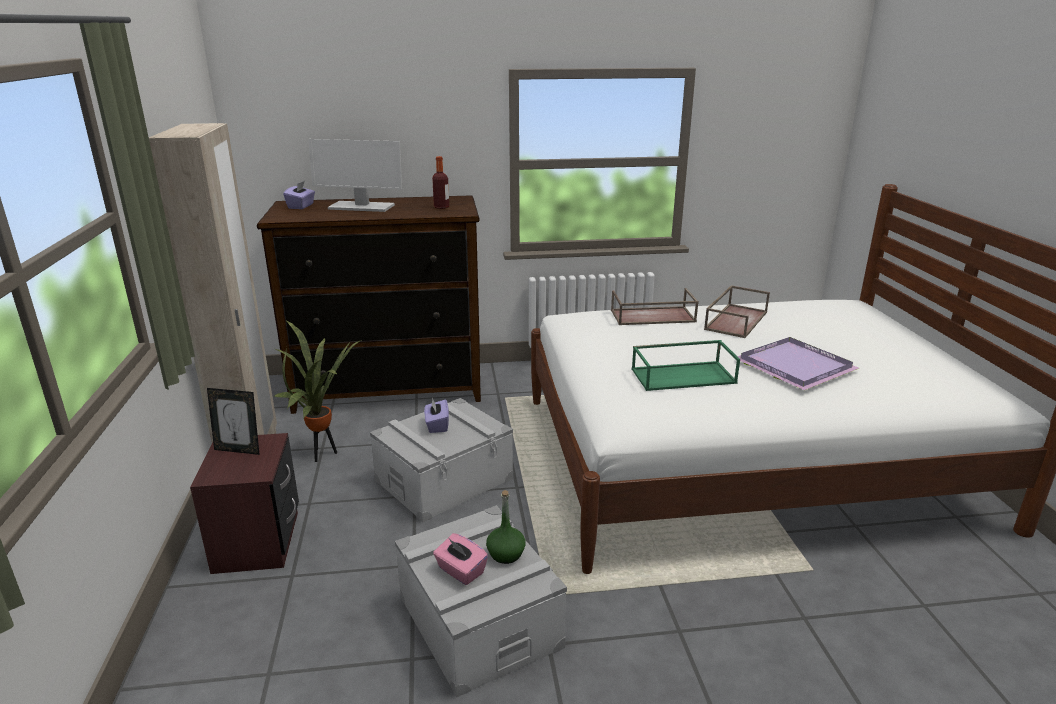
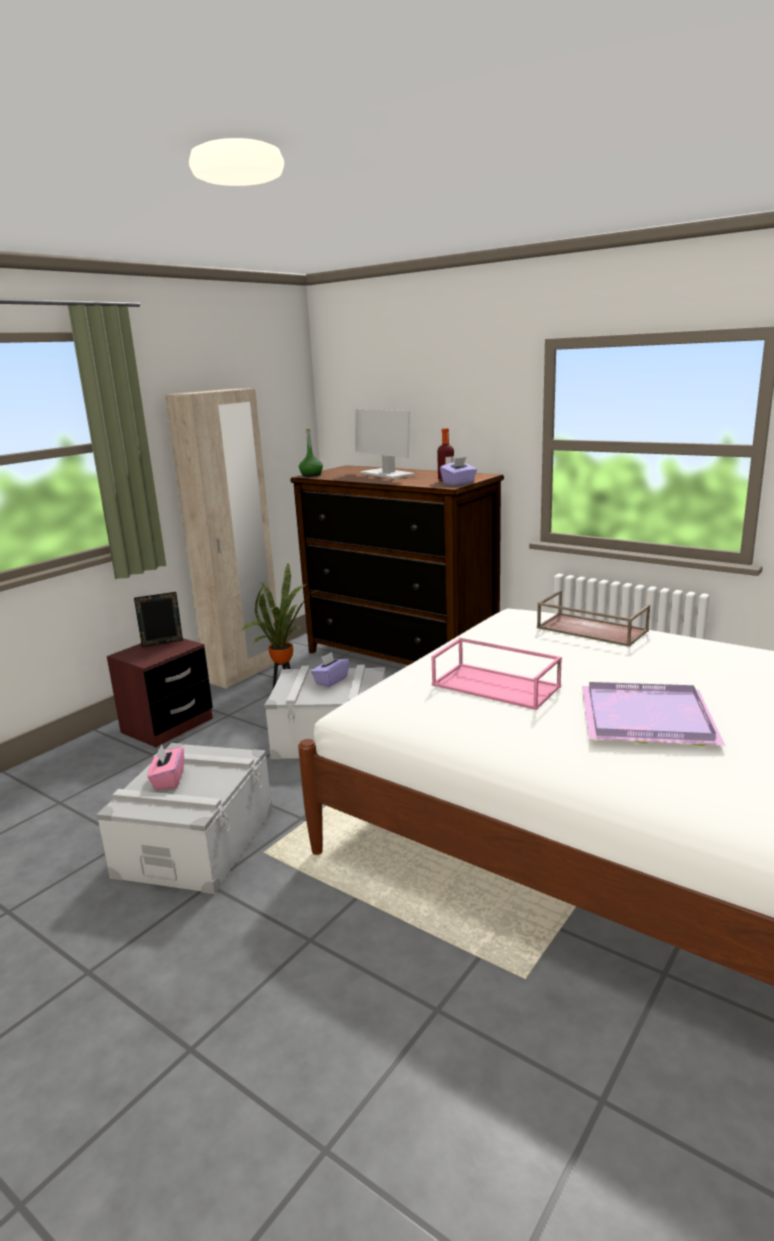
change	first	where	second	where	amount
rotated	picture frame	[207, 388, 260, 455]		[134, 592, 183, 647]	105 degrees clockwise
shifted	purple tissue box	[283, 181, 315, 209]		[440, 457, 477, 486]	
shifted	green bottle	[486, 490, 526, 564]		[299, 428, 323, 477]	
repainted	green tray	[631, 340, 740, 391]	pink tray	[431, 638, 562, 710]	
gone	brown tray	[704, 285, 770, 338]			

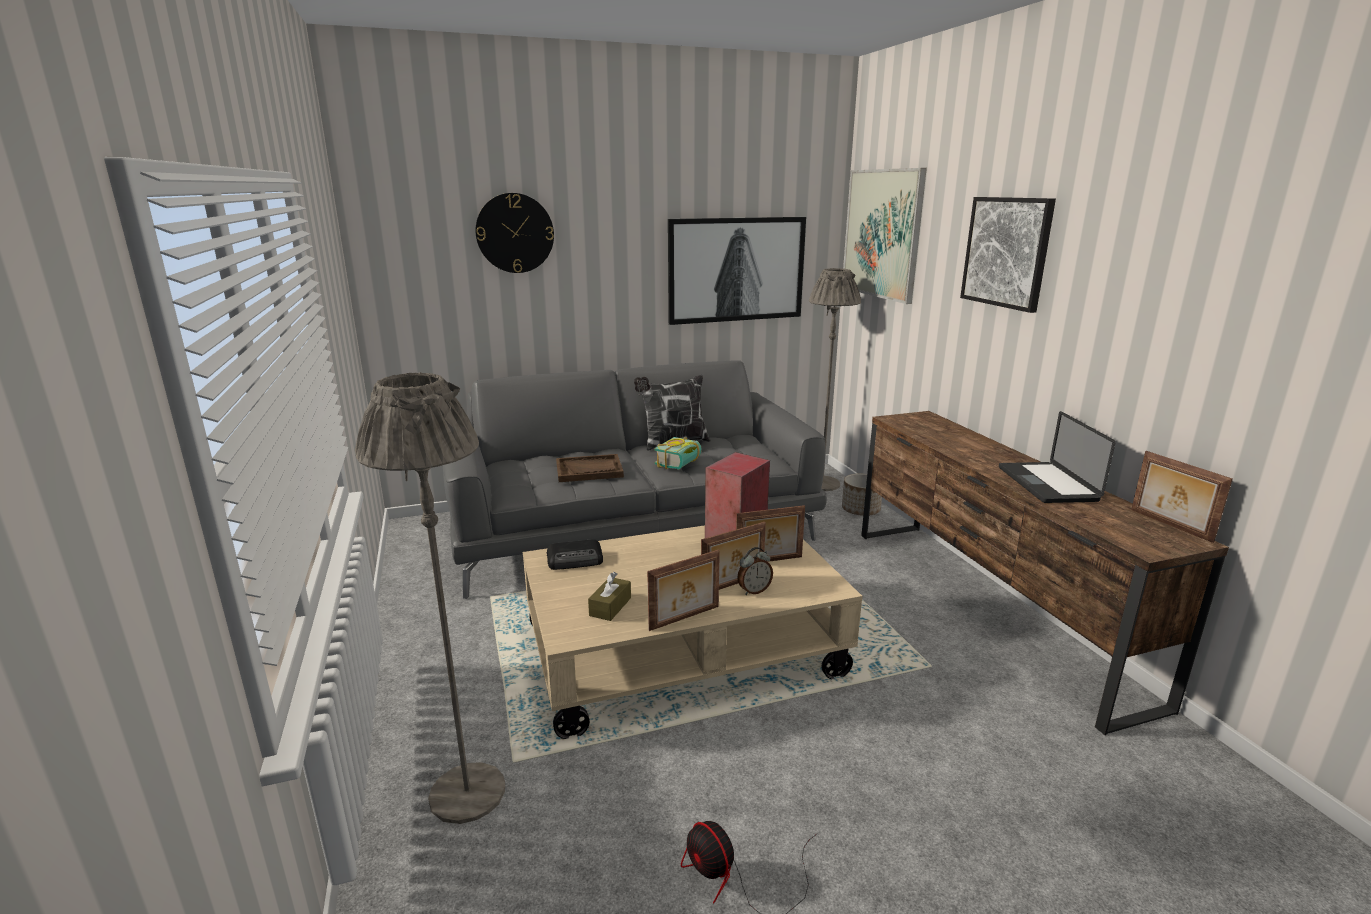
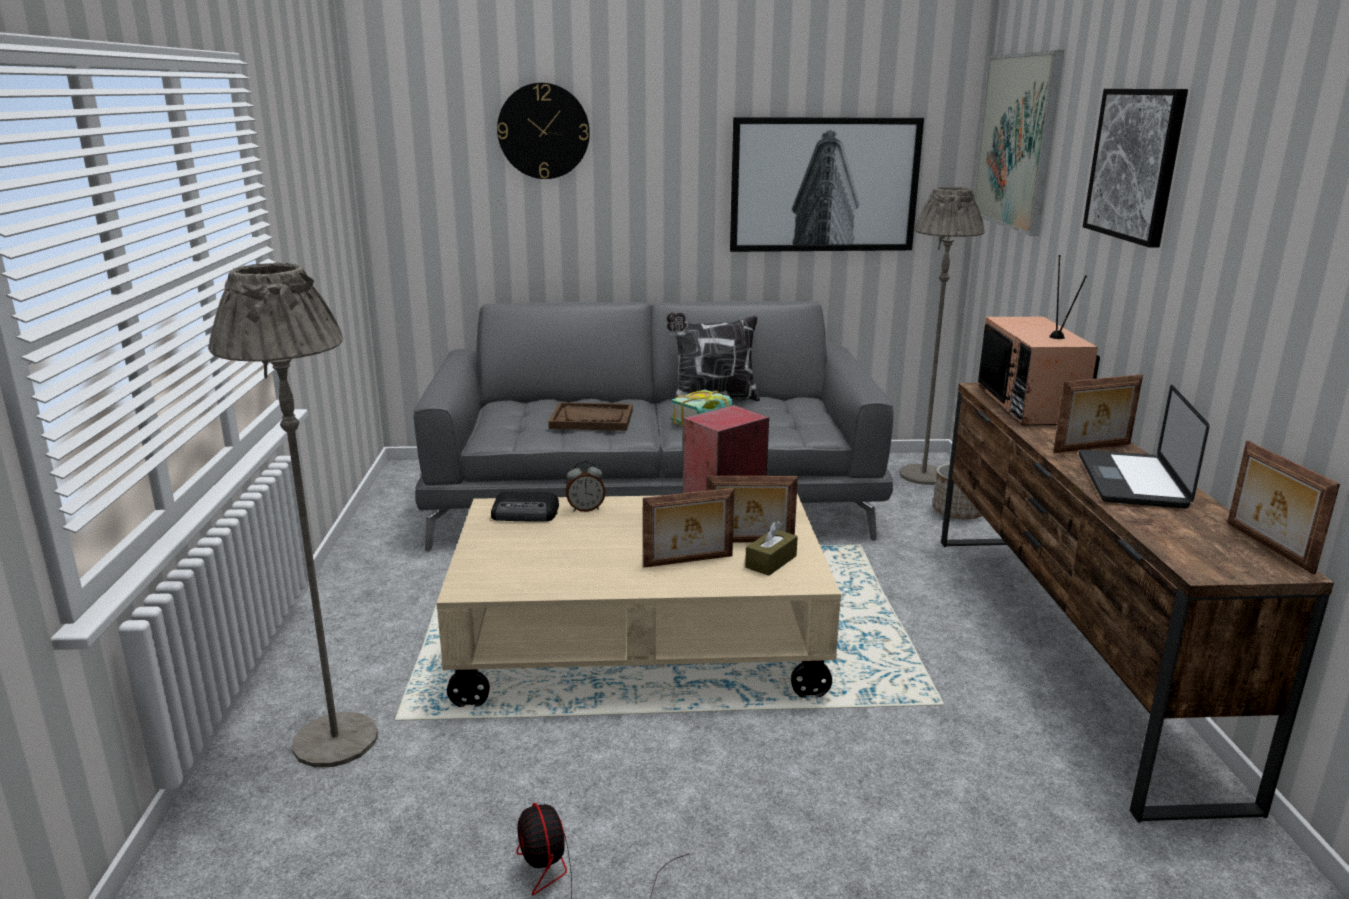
change	first	where	second	where	amount
shifted	brown tissue box	[588, 572, 631, 621]		[745, 521, 798, 576]	
shifted	picture frame	[647, 549, 720, 631]		[1053, 374, 1143, 453]	
shifted	alarm clock	[737, 547, 773, 595]		[565, 460, 605, 512]	
new			television	[978, 255, 1100, 425]	

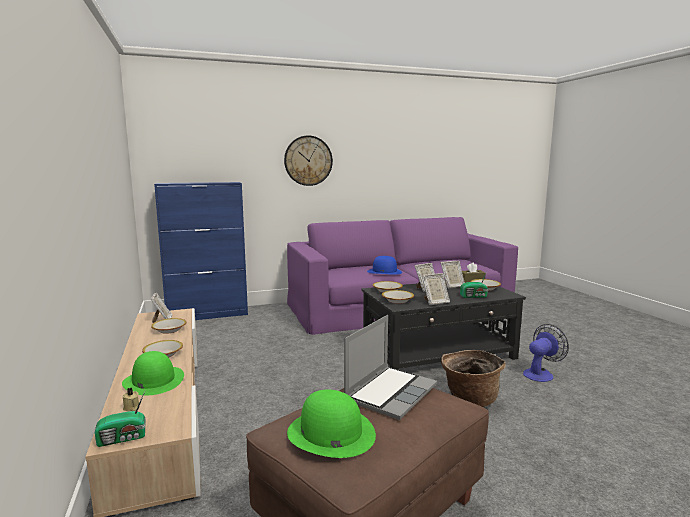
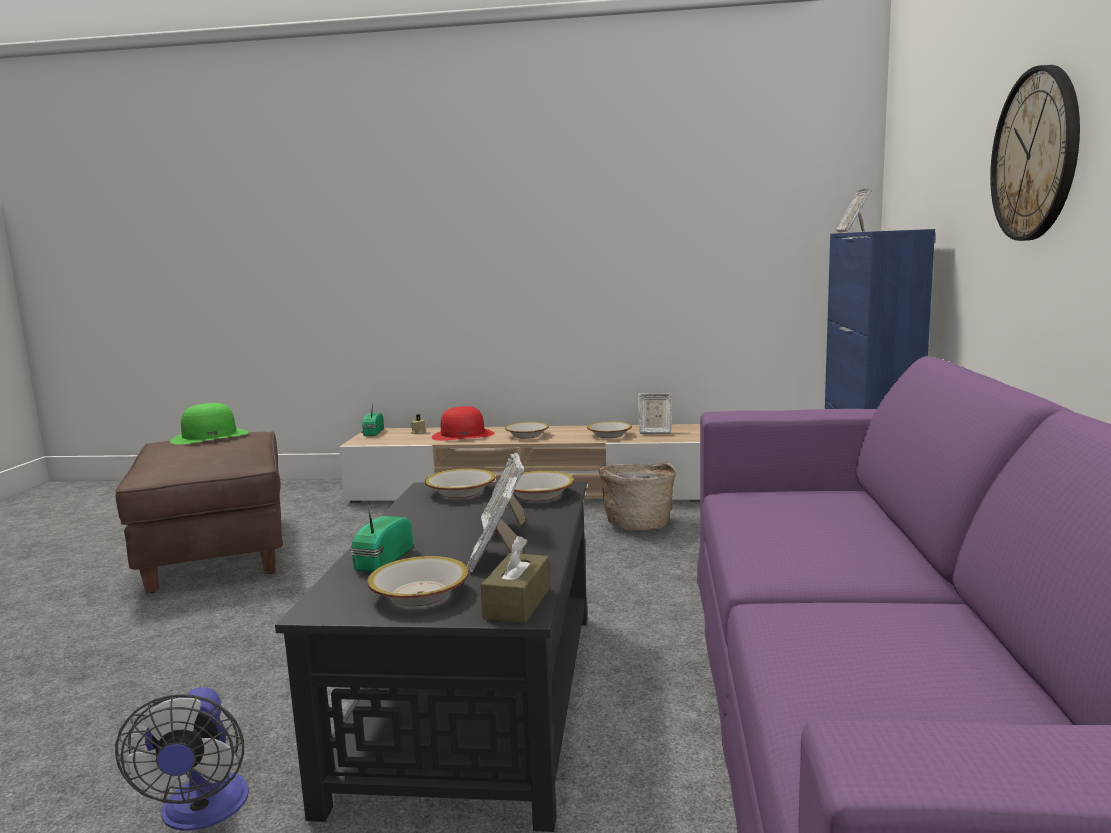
change	first	where	second	where	amount
repainted	green hat	[122, 351, 184, 395]	red hat	[431, 406, 494, 441]	
gone	laptop	[344, 315, 437, 420]			
gone	blue hat	[367, 256, 402, 275]			
shifted	picture frame	[422, 273, 450, 305]		[836, 187, 873, 233]	
shifted	basket	[441, 350, 506, 407]		[599, 463, 676, 531]	

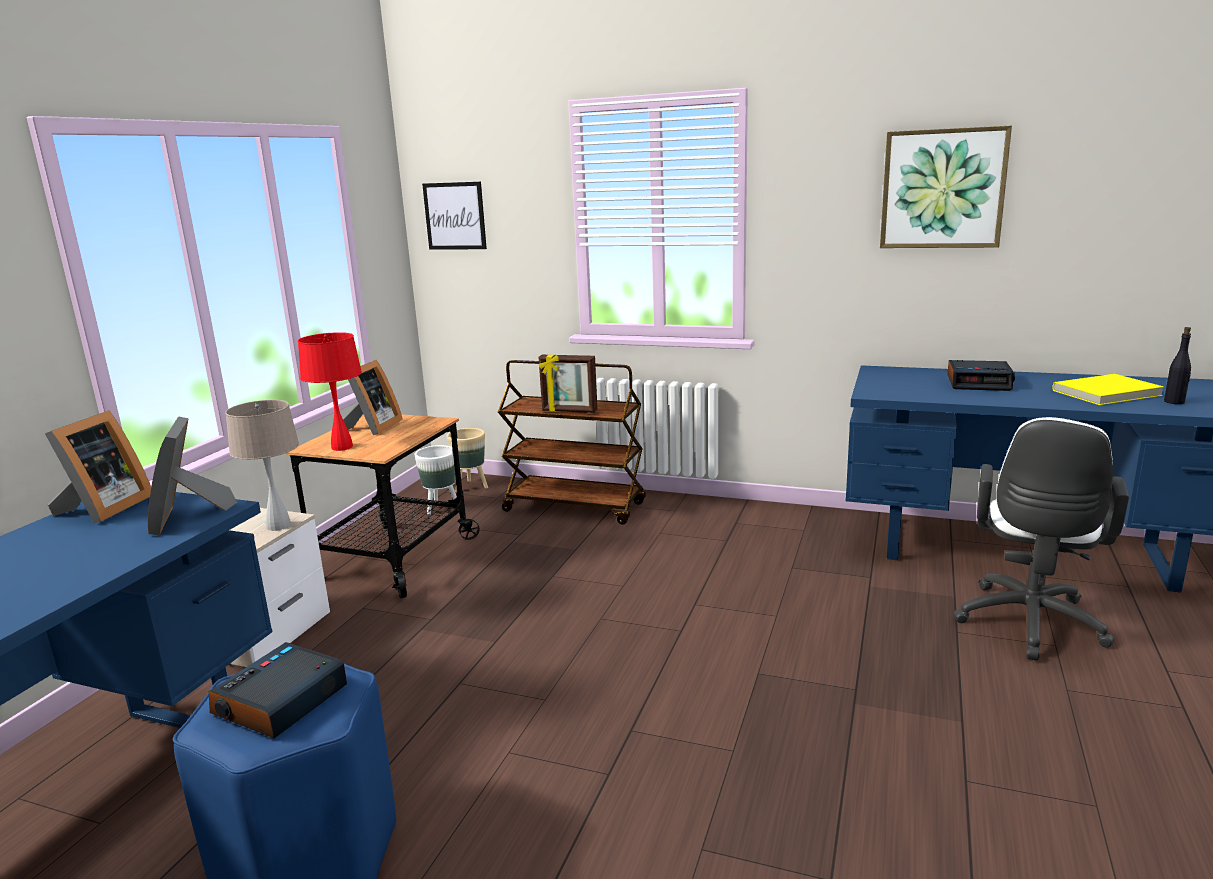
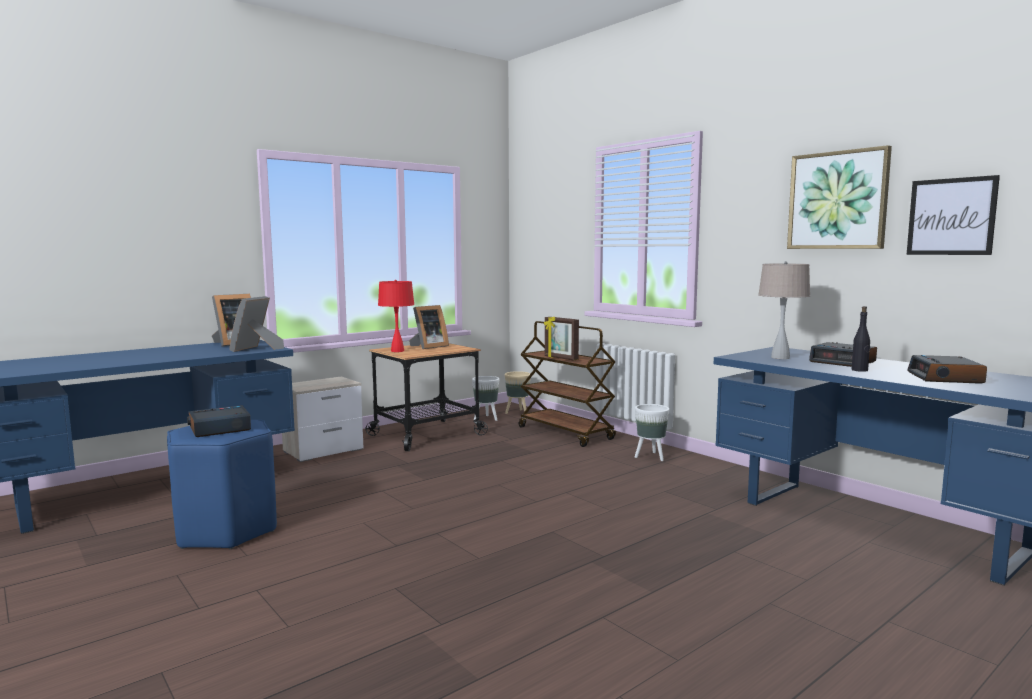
change	first	where	second	where	amount
shifted	beige table lamp	[225, 400, 299, 531]		[758, 261, 810, 359]	
shifted	picture	[422, 182, 487, 250]		[907, 175, 1000, 255]	
gone	white office chair	[953, 417, 1129, 661]			
swapped	yellow book	[1052, 374, 1164, 405]	alarm clock	[907, 355, 987, 384]	
shifted	black bottle	[1164, 327, 1191, 404]		[852, 306, 870, 372]	
new			white planter	[635, 404, 669, 461]	

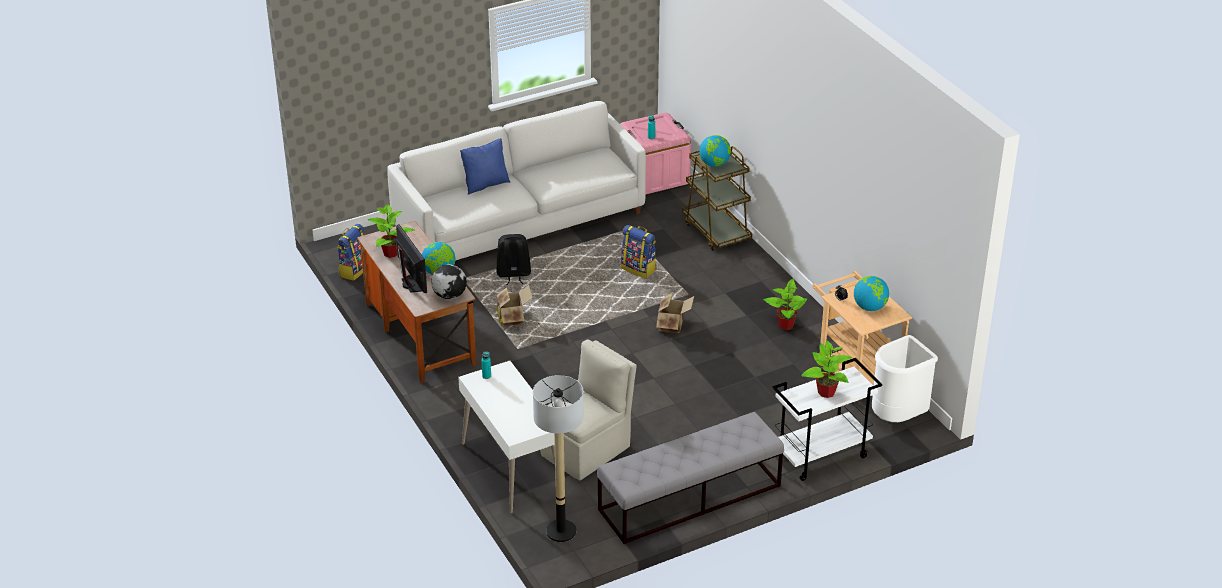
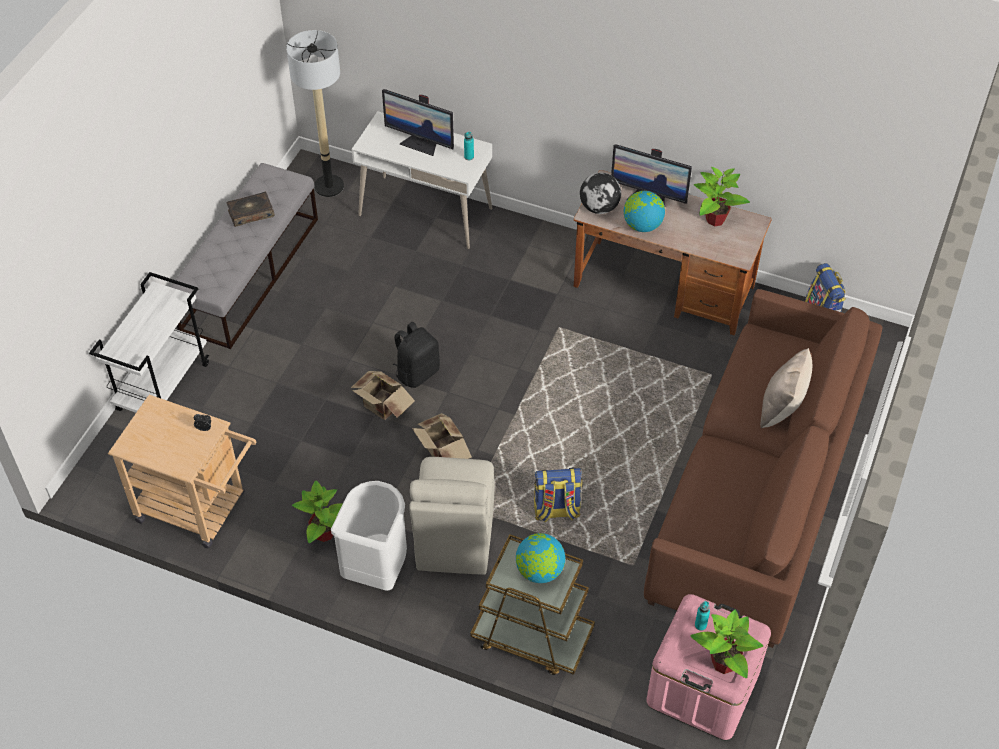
change	first	where	second	where	amount
repainted	white sofa	[387, 101, 646, 261]	brown sofa	[644, 289, 882, 648]	
repainted	blue pillow	[460, 138, 510, 194]	beige pillow	[760, 348, 812, 428]	
shifted	black backpack	[496, 234, 531, 285]		[393, 321, 440, 388]	
shifted	cardboard box	[497, 285, 532, 327]		[351, 371, 415, 420]	
shifted	beige chair	[540, 339, 637, 480]		[409, 457, 495, 575]	
shifted	potted plant	[801, 340, 852, 398]		[691, 610, 763, 678]	
gone	globe	[854, 276, 889, 311]			
shifted	white trash can	[872, 335, 938, 422]		[331, 481, 407, 591]	
new			book	[226, 192, 275, 227]	
new			monitor	[382, 89, 454, 156]	

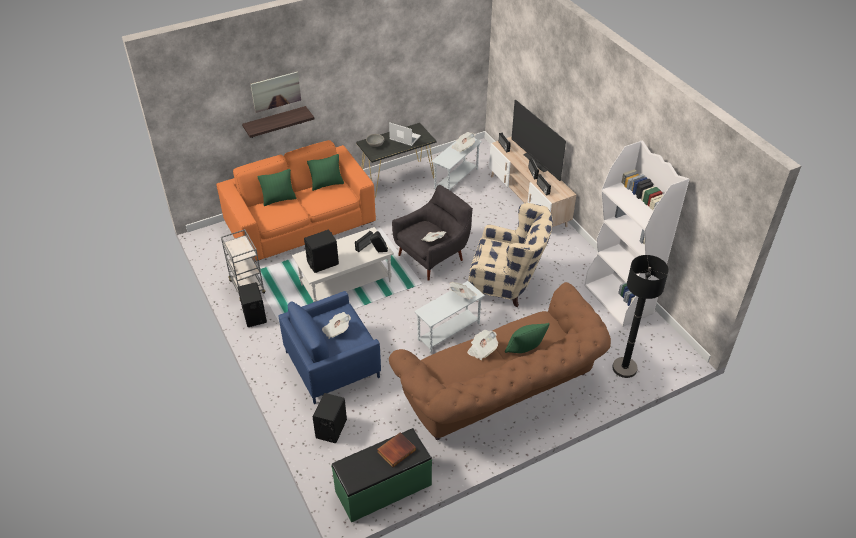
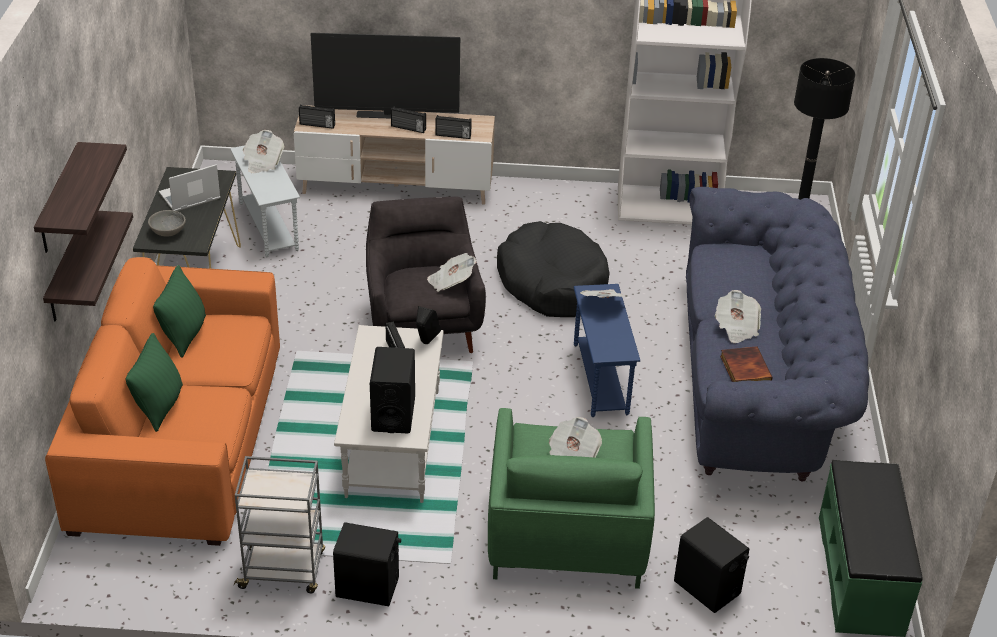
change	first	where	second	where	amount
swapped	picture	[251, 72, 301, 113]	shelf	[34, 142, 127, 253]	
repainted	blue armchair	[278, 291, 381, 404]	green armchair	[488, 408, 655, 589]	
shifted	book	[377, 433, 416, 467]		[720, 346, 773, 382]	
repainted	brown sofa	[389, 282, 611, 440]	blue sofa	[686, 187, 869, 482]	
repainted	white side table	[414, 281, 485, 353]	blue side table	[573, 284, 640, 417]	
swapped	beige armchair	[468, 203, 553, 307]	black dog bed	[497, 221, 610, 317]	
gone	green pillow	[505, 323, 549, 353]			

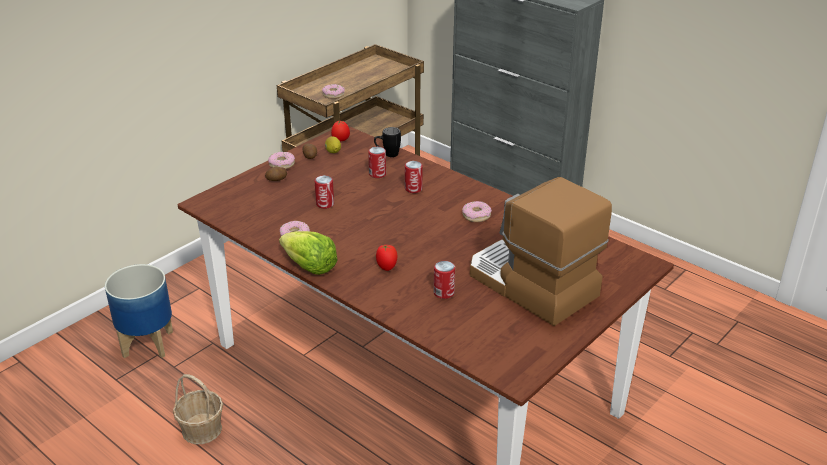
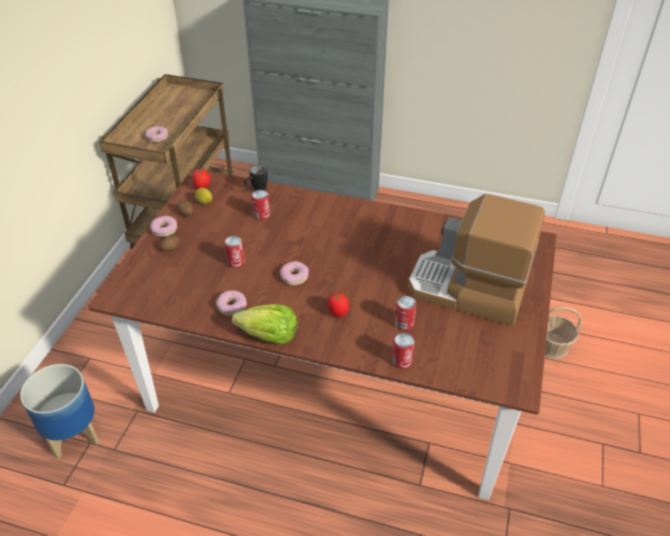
change	first	where	second	where	amount
shifted	basket	[173, 374, 223, 444]		[545, 307, 582, 359]	
shifted	can	[405, 161, 423, 193]		[392, 333, 415, 369]	
shifted	donut	[462, 201, 492, 222]		[280, 261, 309, 285]	

